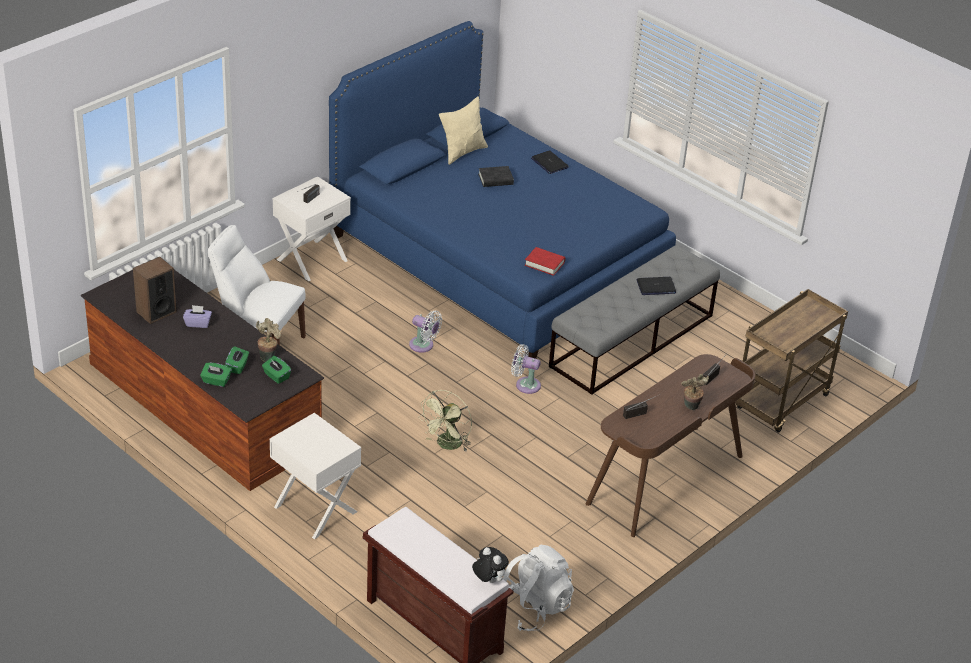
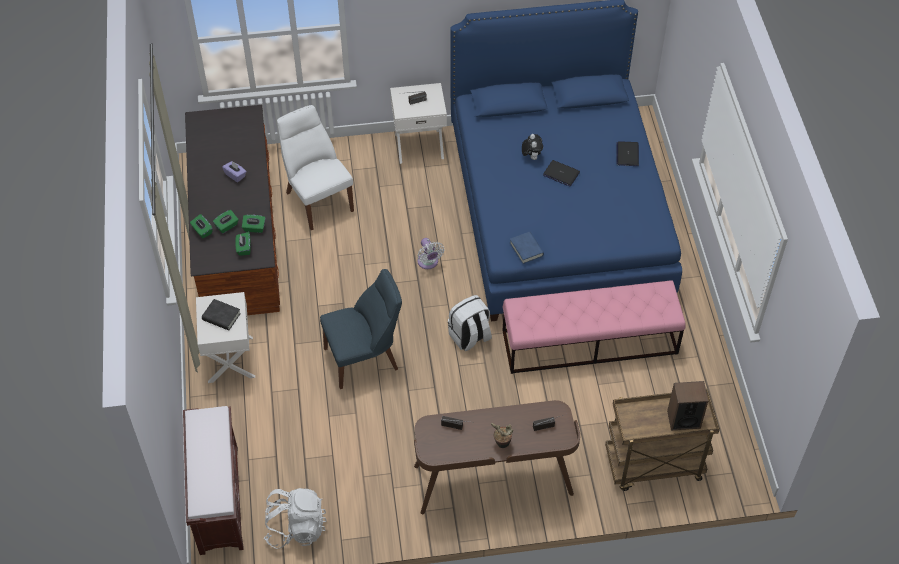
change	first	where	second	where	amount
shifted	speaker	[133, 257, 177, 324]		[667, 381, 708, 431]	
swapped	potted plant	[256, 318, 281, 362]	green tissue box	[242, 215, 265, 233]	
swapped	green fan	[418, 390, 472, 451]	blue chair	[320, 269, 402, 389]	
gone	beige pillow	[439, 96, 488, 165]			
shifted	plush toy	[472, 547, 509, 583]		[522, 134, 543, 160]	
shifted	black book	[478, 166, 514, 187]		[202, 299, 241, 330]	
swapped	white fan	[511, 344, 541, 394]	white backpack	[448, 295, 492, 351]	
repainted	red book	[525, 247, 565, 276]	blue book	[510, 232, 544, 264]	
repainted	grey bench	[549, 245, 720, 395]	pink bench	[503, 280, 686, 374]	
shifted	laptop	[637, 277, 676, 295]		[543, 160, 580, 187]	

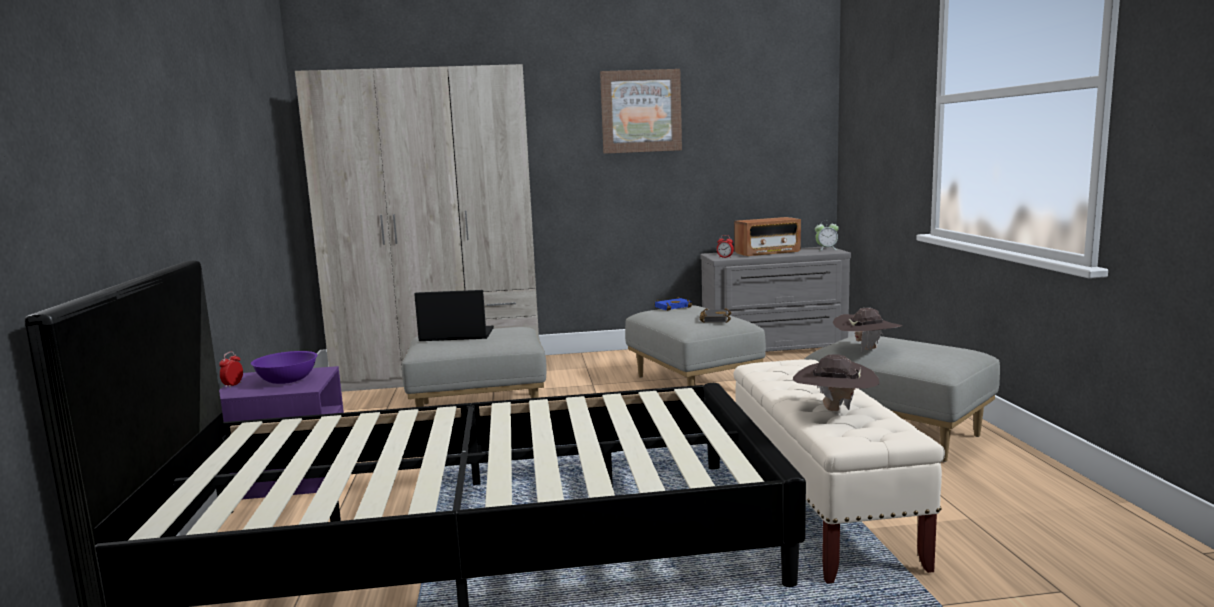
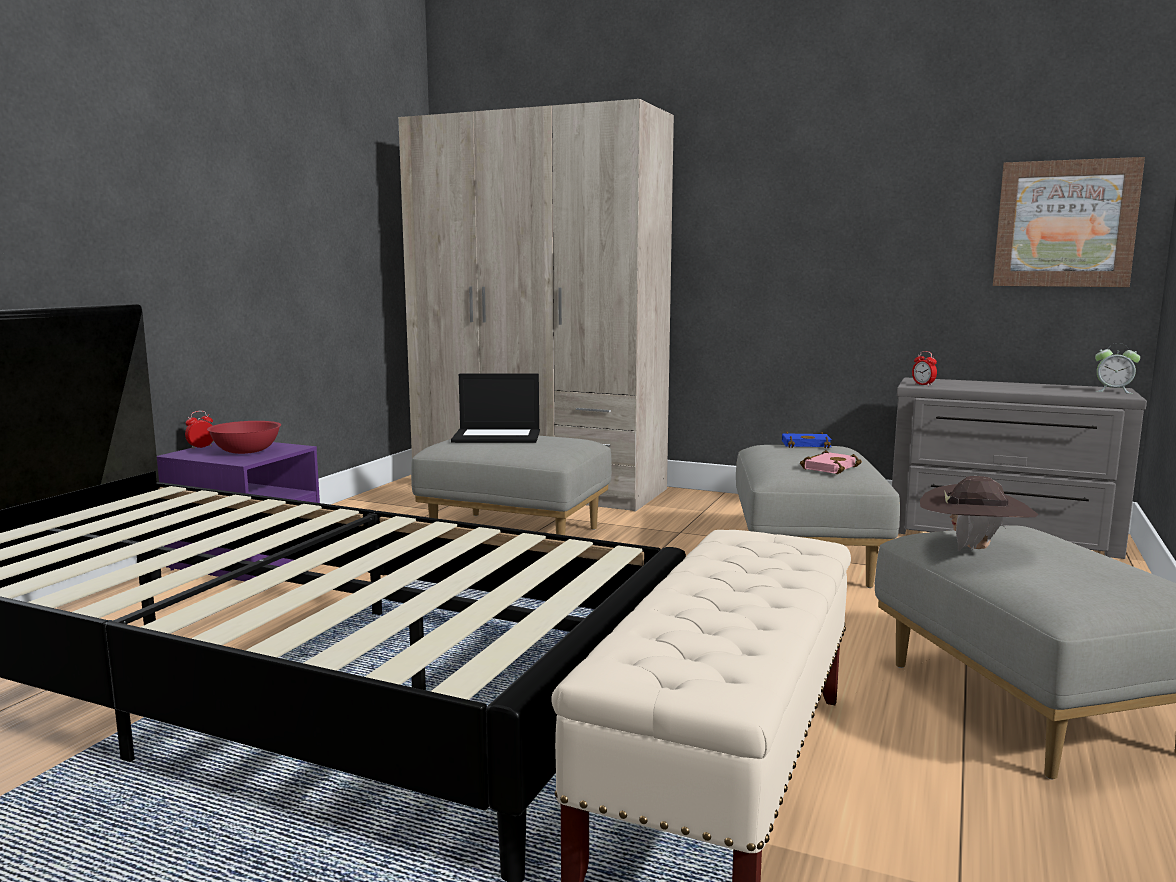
change	first	where	second	where	amount
repainted	purple bowl	[251, 351, 317, 384]	red bowl	[207, 421, 281, 454]	
rotated	laptop	[414, 290, 494, 341]		[451, 373, 540, 443]	150 degrees clockwise
shifted	picture	[600, 69, 682, 154]		[993, 157, 1145, 287]	
repainted	black book	[700, 308, 731, 323]	pink book	[800, 450, 862, 474]	
gone	radio	[734, 217, 801, 256]			
gone	brown hat	[793, 354, 880, 411]			

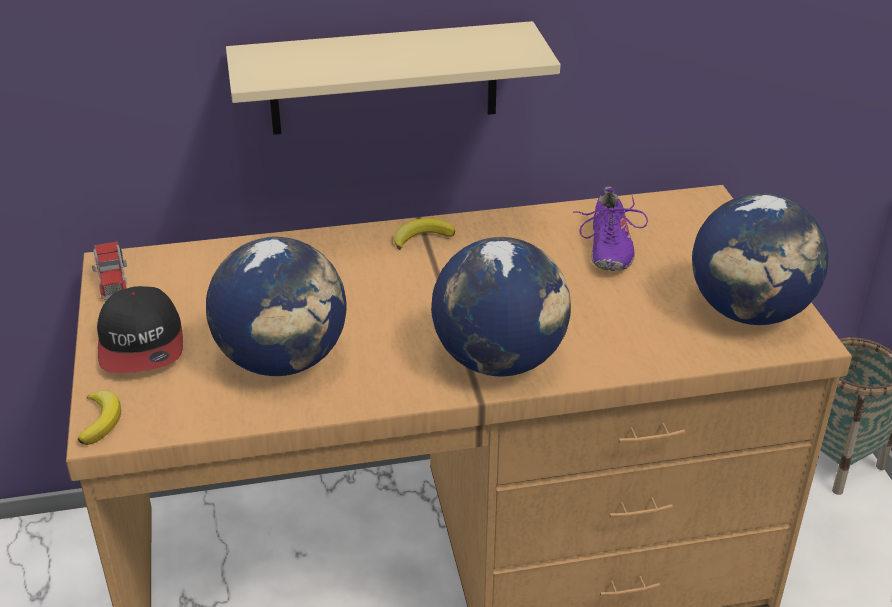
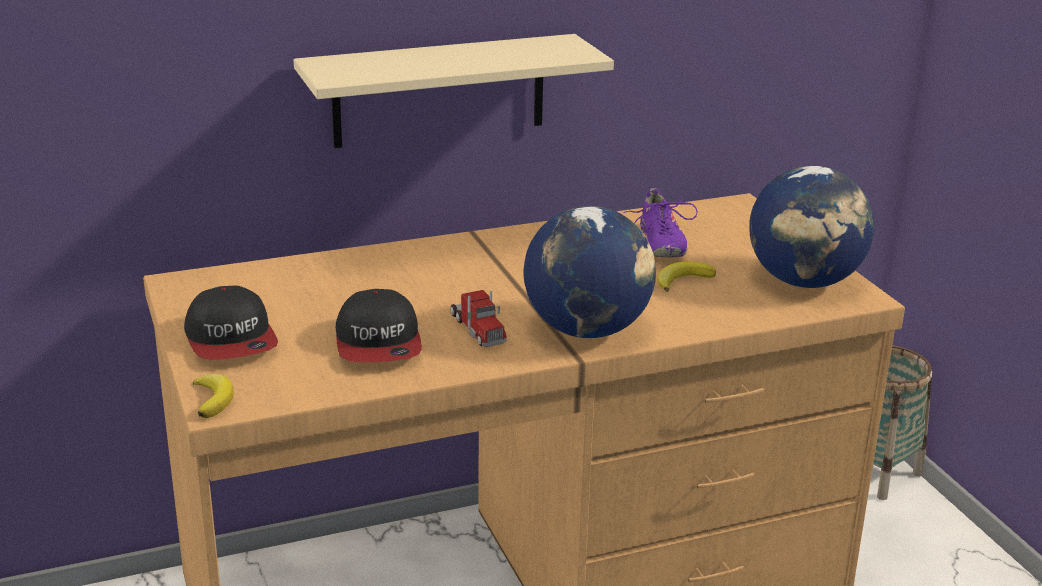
change	first	where	second	where	amount
shifted	toy truck	[92, 242, 127, 300]		[450, 290, 507, 347]	
swapped	globe	[206, 237, 347, 376]	cap	[336, 289, 422, 363]	
shifted	banana	[394, 218, 455, 250]		[657, 261, 716, 292]	

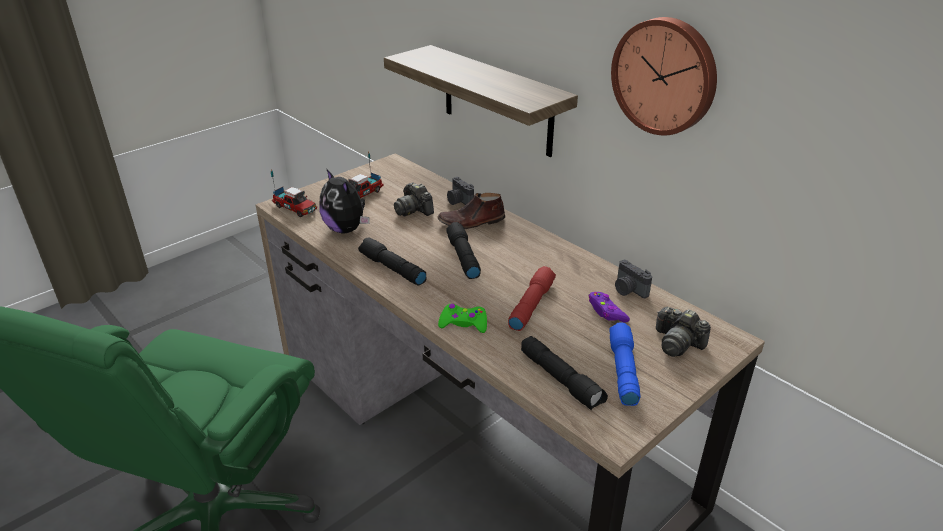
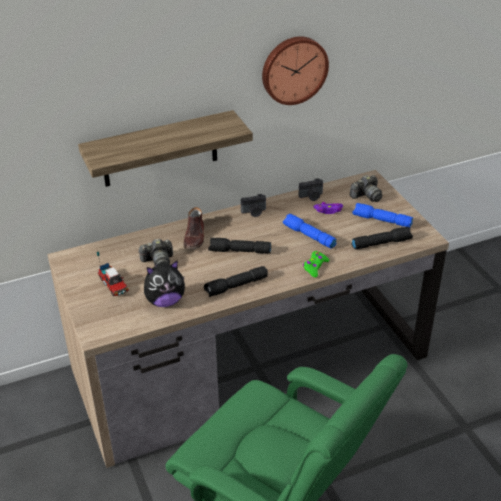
change	first	where	second	where	amount
gone	toy truck	[271, 169, 317, 217]			
shifted	photo camera	[447, 177, 474, 205]		[241, 194, 266, 217]	
repainted	red flashlight	[508, 266, 556, 331]	blue flashlight	[283, 214, 337, 249]	

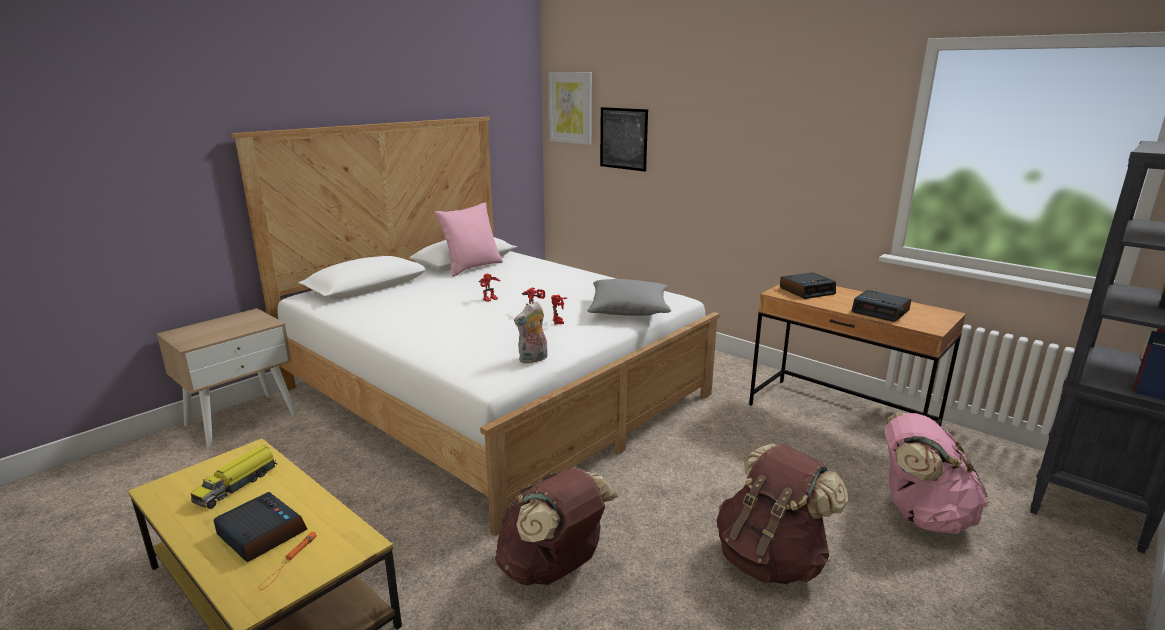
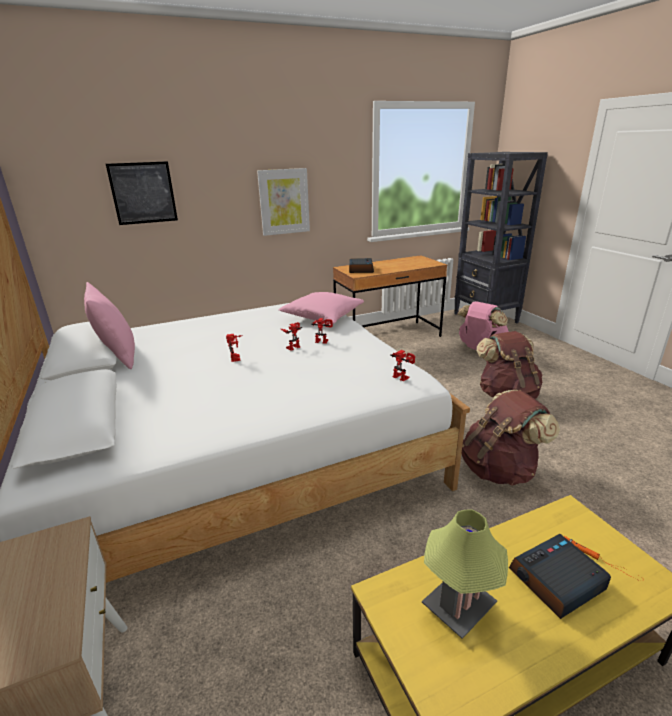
change	first	where	second	where	amount
swapped	toy truck	[190, 445, 278, 509]	table lamp	[422, 509, 508, 639]	
gone	plush toy	[514, 301, 548, 364]			
shifted	picture	[549, 72, 592, 145]		[257, 168, 310, 236]	
repainted	grey pillow	[587, 279, 671, 316]	pink pillow	[279, 292, 364, 324]	
gone	alarm clock	[852, 290, 911, 322]			
new			toy robot	[390, 350, 415, 381]	

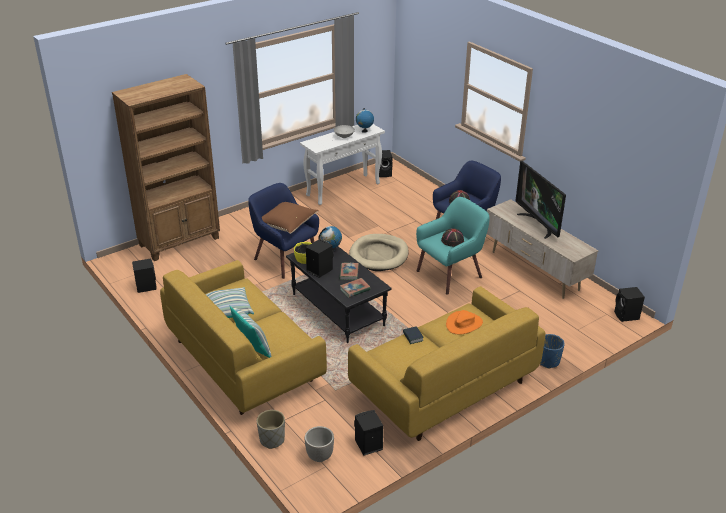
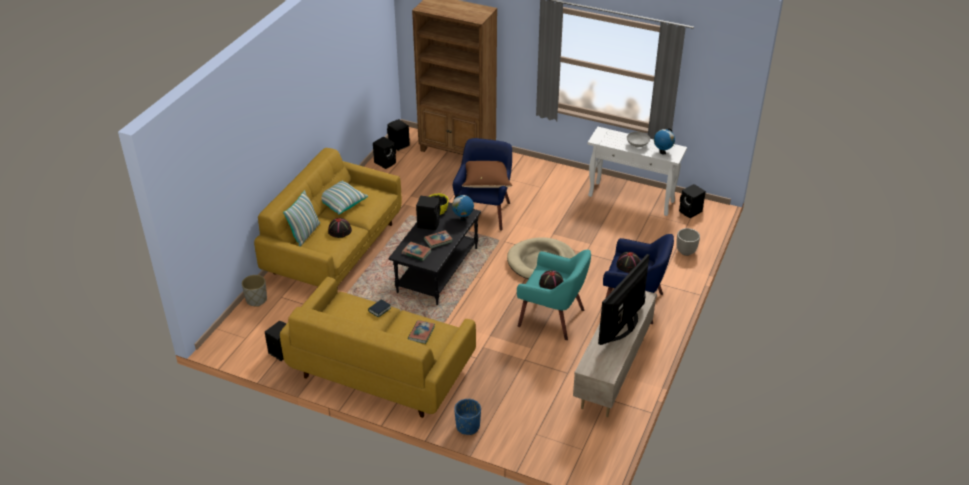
change	first	where	second	where	amount
shifted	planter	[305, 426, 334, 462]		[676, 228, 700, 256]	
swapped	orange hat	[446, 310, 483, 335]	book	[408, 320, 435, 344]	
shifted	black speaker	[614, 287, 645, 322]		[387, 119, 410, 151]	
new			black hat	[328, 218, 352, 238]	

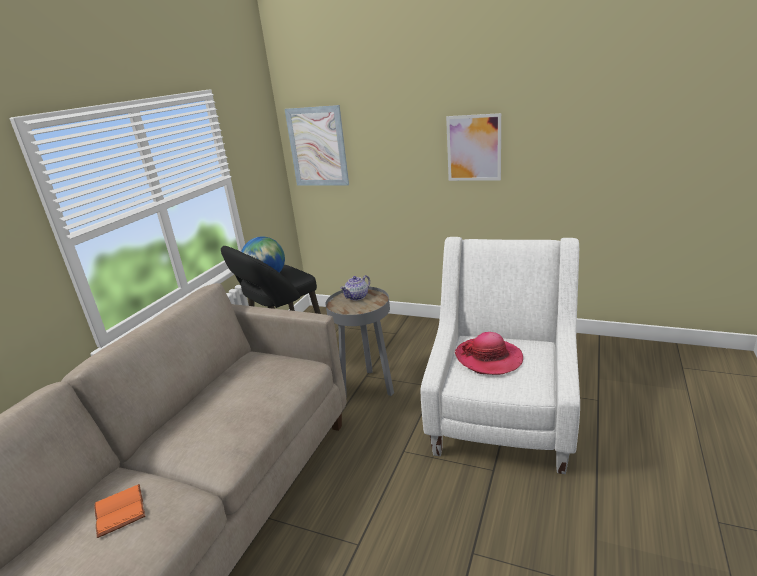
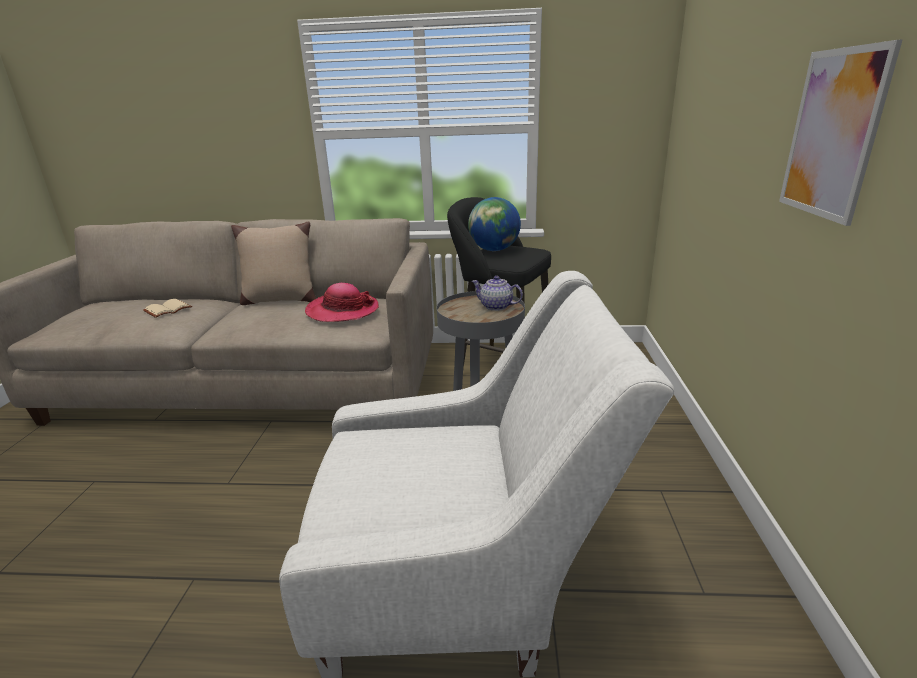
change	first	where	second	where	amount
repainted	orange book	[95, 484, 145, 538]	beige book	[143, 299, 192, 318]	
gone	picture	[285, 105, 349, 185]			
shifted	hat	[455, 332, 523, 375]		[305, 283, 379, 322]	
new			beige pillow	[231, 221, 316, 305]	

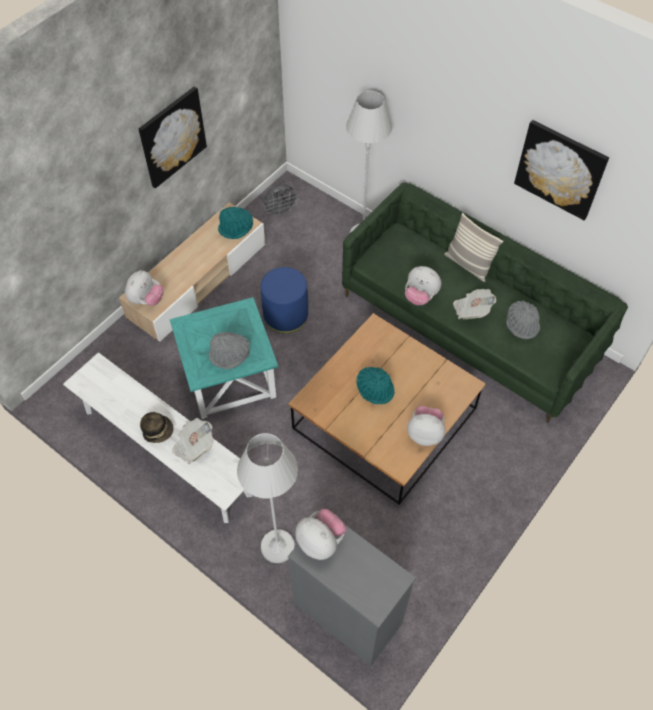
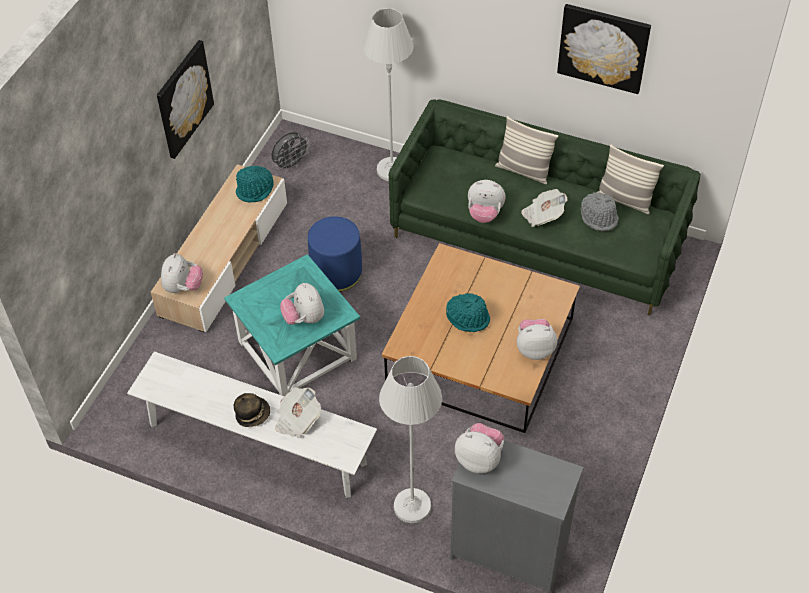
change	first	where	second	where	amount
swapped	grey hat	[209, 332, 250, 369]	plush toy	[280, 283, 324, 325]	
new			pillow	[596, 144, 664, 214]	

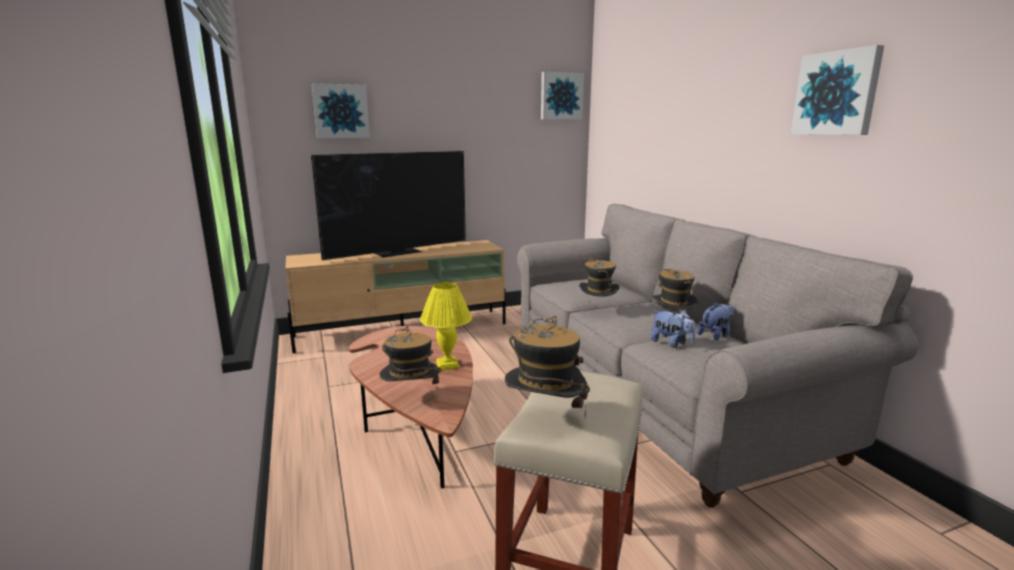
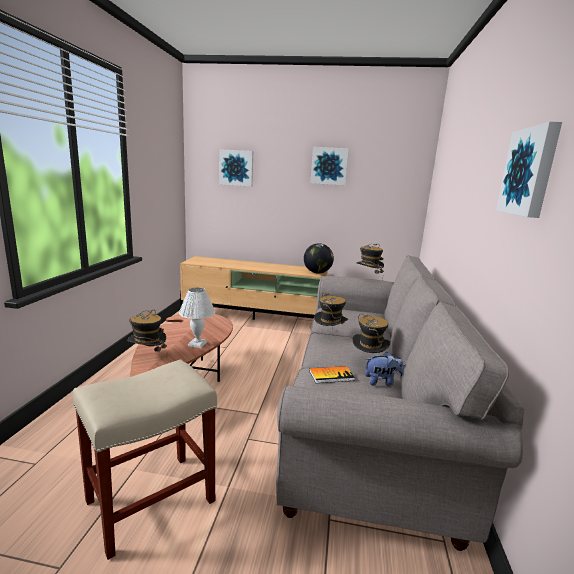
change	first	where	second	where	amount
gone	television	[311, 151, 466, 260]			
repainted	yellow table lamp	[420, 282, 472, 371]	white table lamp	[179, 287, 215, 348]	
shifted	hat	[505, 316, 590, 417]		[357, 244, 384, 280]	
shifted	picture	[541, 72, 584, 120]		[311, 147, 349, 185]	
swapped	plush toy	[651, 310, 695, 348]	book	[309, 366, 355, 383]	
new			globe	[304, 243, 334, 273]	

